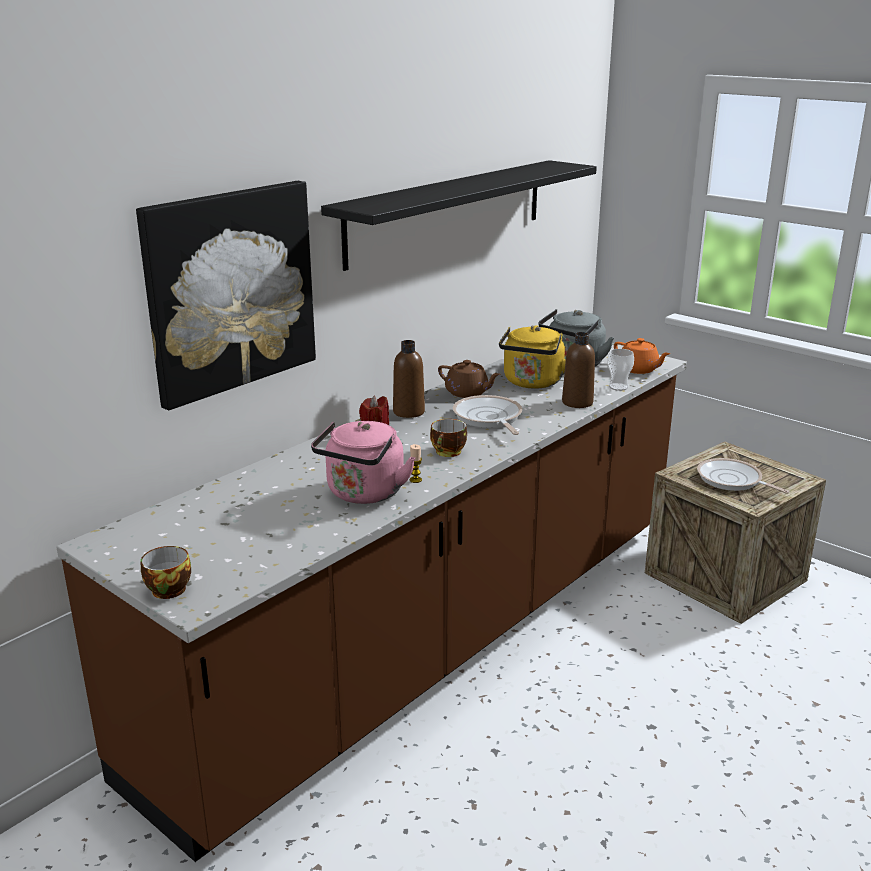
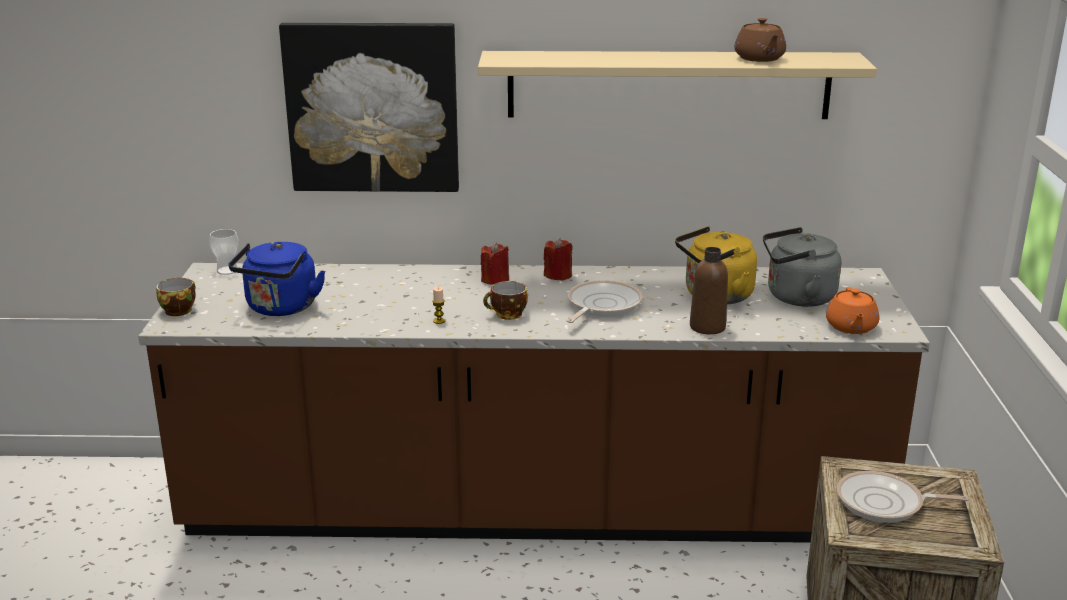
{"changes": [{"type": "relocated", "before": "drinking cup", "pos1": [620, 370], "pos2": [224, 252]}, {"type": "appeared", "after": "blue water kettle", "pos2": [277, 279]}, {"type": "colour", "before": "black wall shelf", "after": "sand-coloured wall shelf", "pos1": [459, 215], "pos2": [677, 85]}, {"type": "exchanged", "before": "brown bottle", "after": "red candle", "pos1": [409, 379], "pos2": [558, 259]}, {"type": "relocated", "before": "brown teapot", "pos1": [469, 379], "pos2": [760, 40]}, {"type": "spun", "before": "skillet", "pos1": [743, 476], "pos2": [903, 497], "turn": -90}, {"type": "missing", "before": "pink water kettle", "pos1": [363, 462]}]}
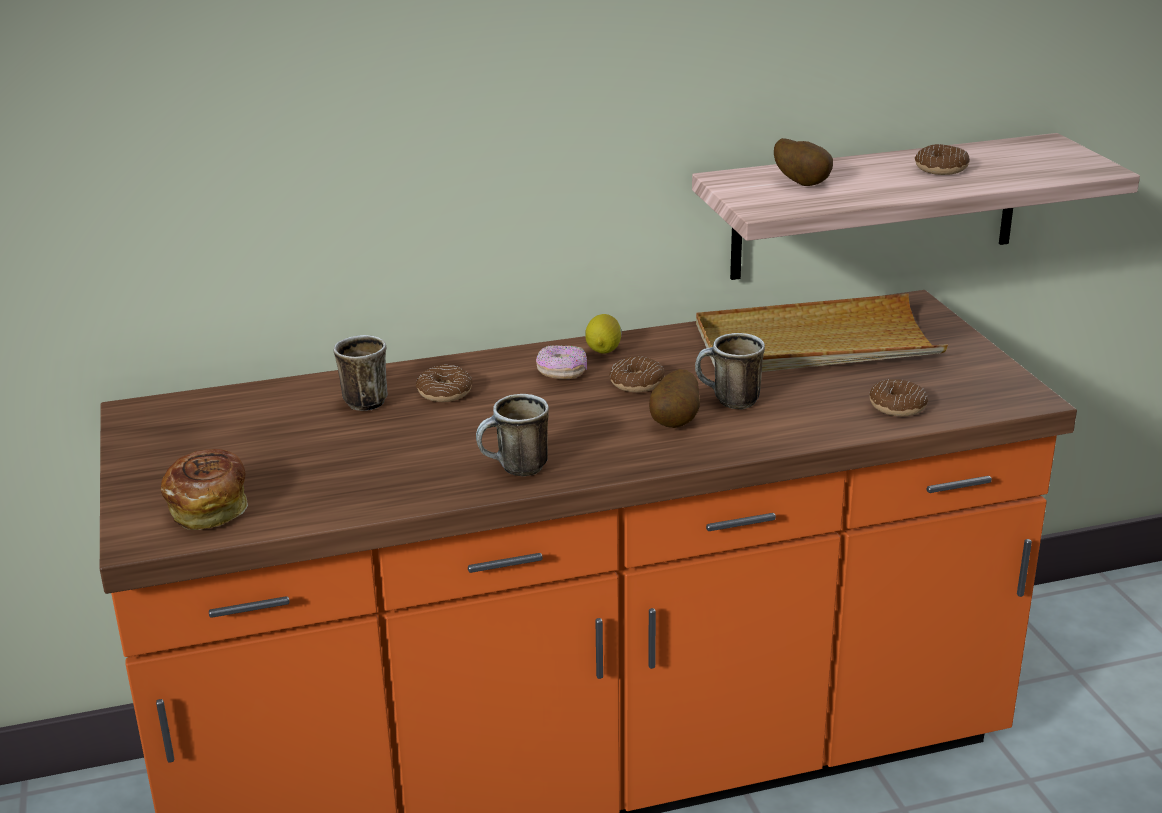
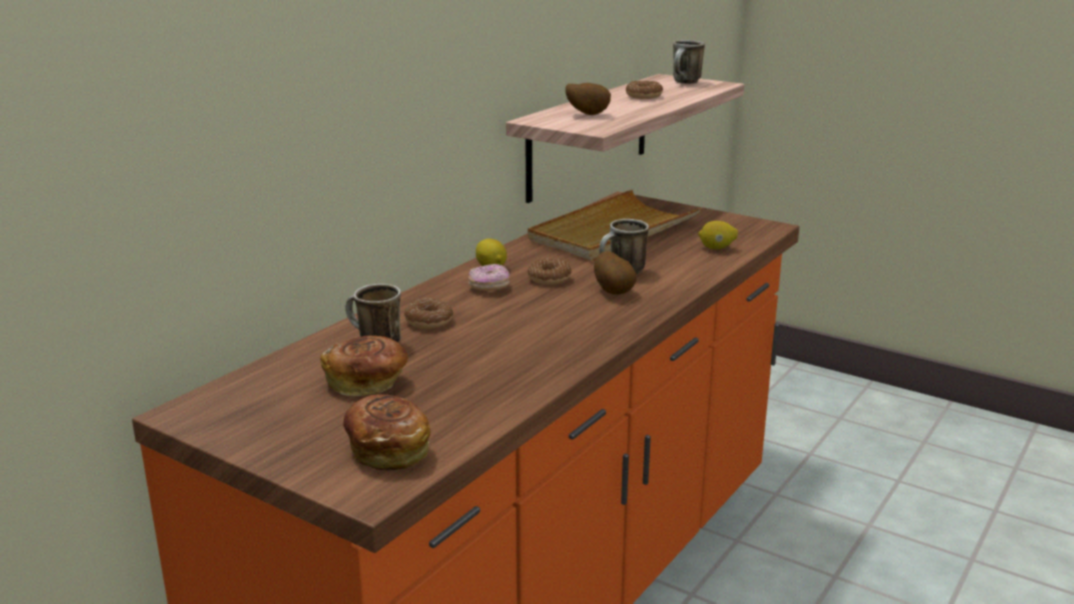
{"changes": [{"type": "appeared", "after": "bakery bread", "pos2": [364, 365]}, {"type": "relocated", "before": "mug", "pos1": [512, 435], "pos2": [689, 62]}, {"type": "exchanged", "before": "ring doughnut", "after": "whole lemon", "pos1": [898, 397], "pos2": [718, 235]}]}
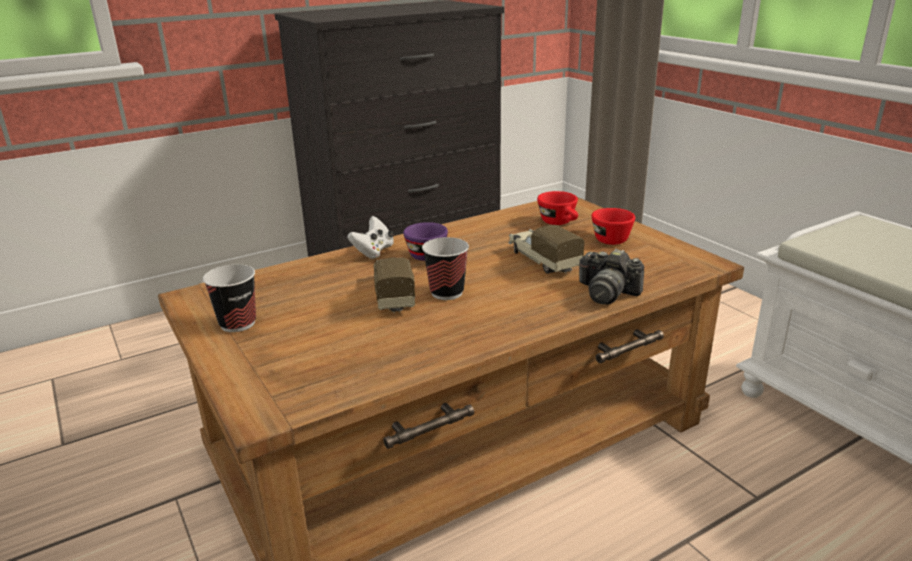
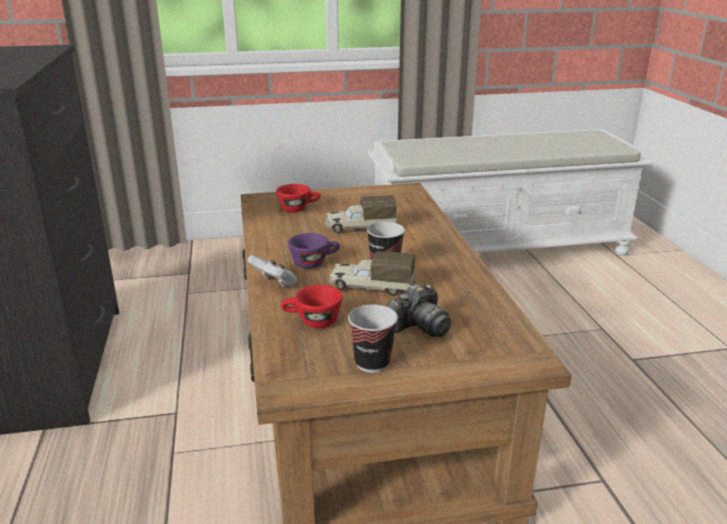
{"changes": [{"type": "relocated", "before": "red drinking cup", "pos1": [613, 226], "pos2": [312, 306]}, {"type": "relocated", "before": "photo camera", "pos1": [611, 276], "pos2": [418, 310]}]}
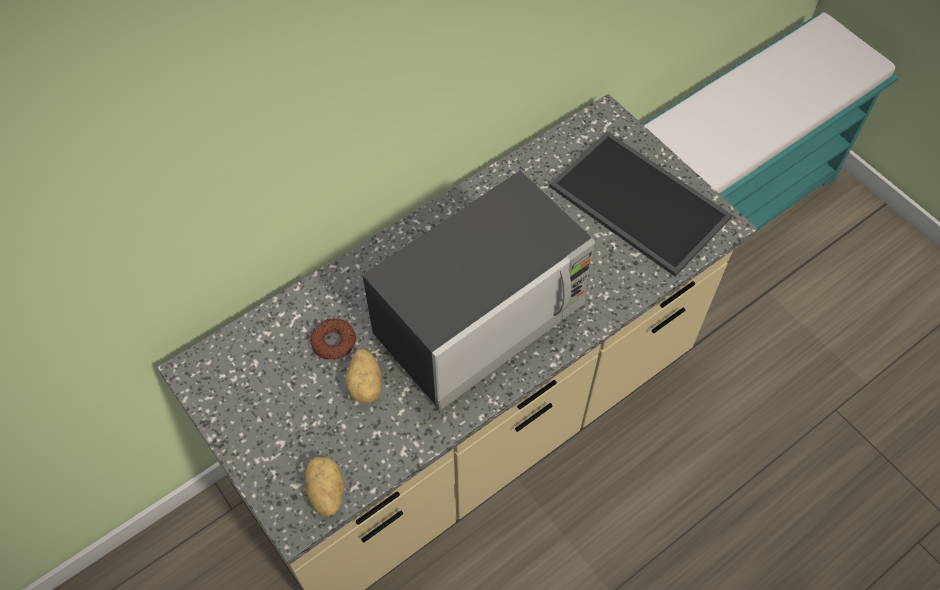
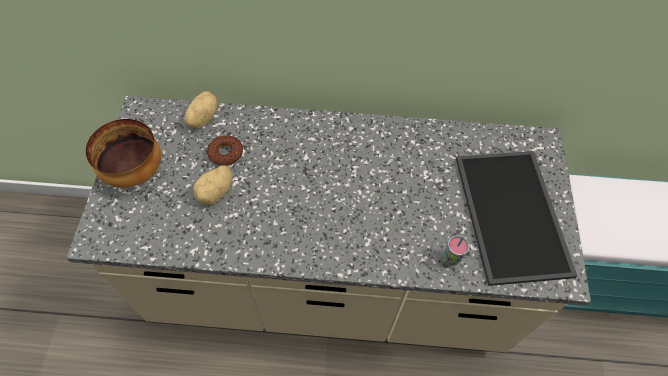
{"changes": [{"type": "appeared", "after": "serving bowl", "pos2": [123, 153]}, {"type": "relocated", "before": "potato", "pos1": [324, 487], "pos2": [201, 110]}, {"type": "appeared", "after": "drinking cup", "pos2": [456, 250]}, {"type": "missing", "before": "microwave oven", "pos1": [478, 290]}]}
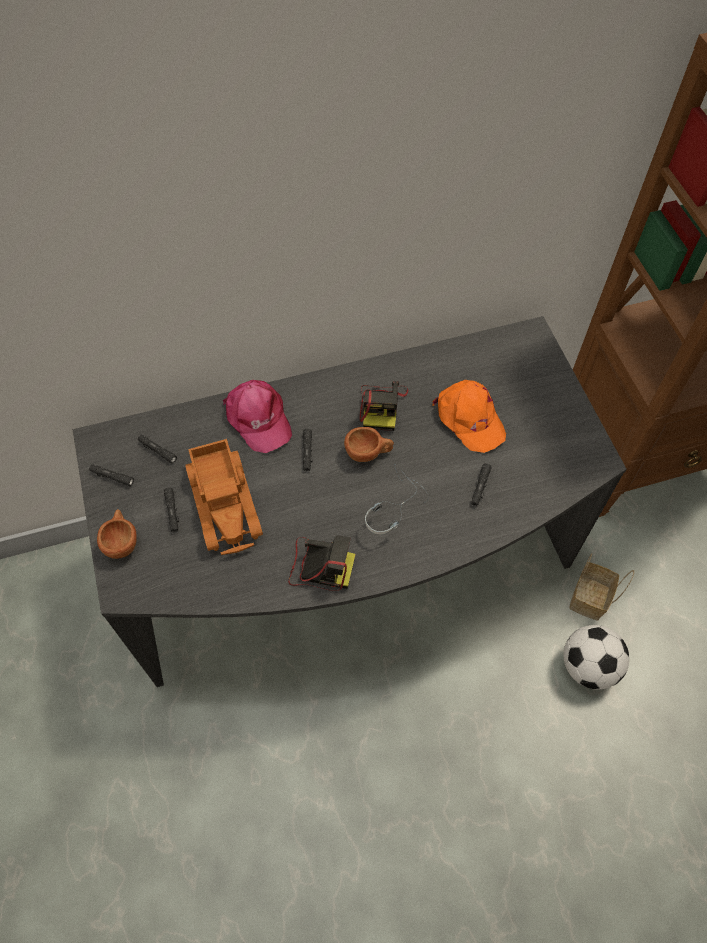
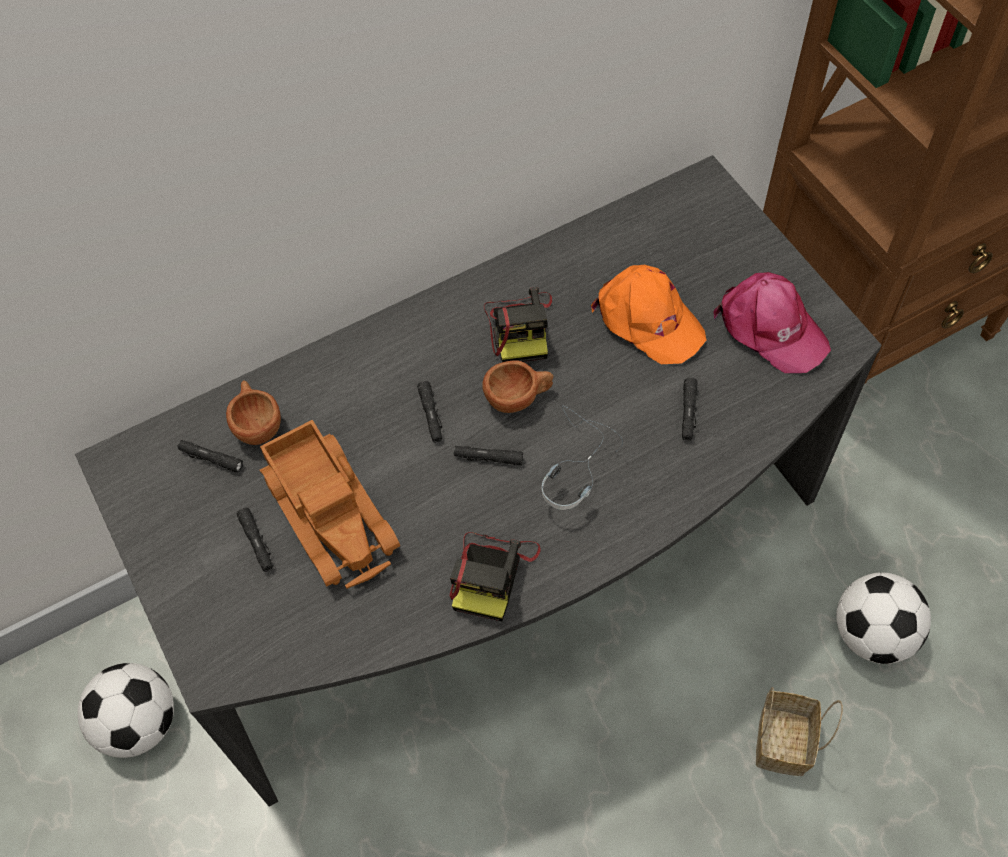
{"changes": [{"type": "appeared", "after": "football ball", "pos2": [126, 710]}, {"type": "relocated", "before": "brown drinking cup", "pos1": [117, 534], "pos2": [253, 412]}, {"type": "spun", "before": "photo camera", "pos1": [321, 563], "pos2": [494, 576], "turn": 105}, {"type": "relocated", "before": "black flashlight", "pos1": [111, 475], "pos2": [488, 455]}, {"type": "relocated", "before": "pink cap", "pos1": [257, 416], "pos2": [772, 322]}, {"type": "relocated", "before": "basket", "pos1": [601, 587], "pos2": [799, 731]}]}
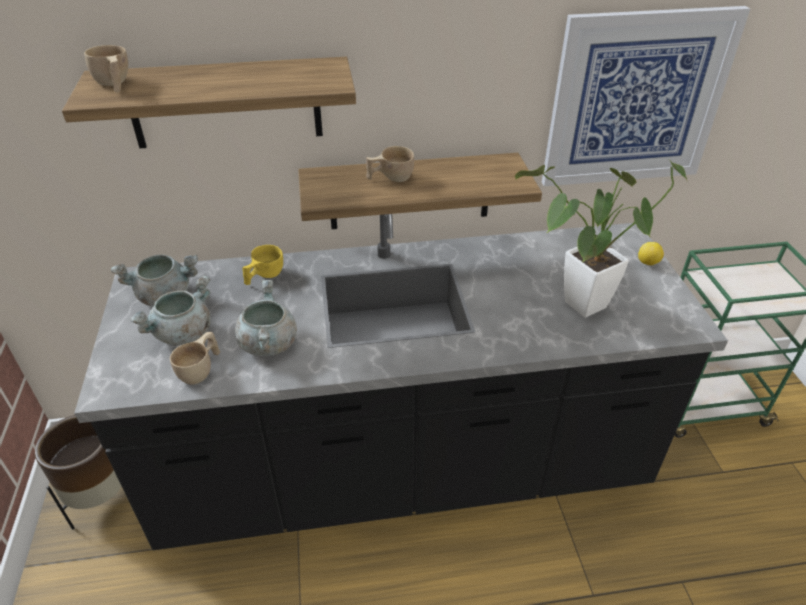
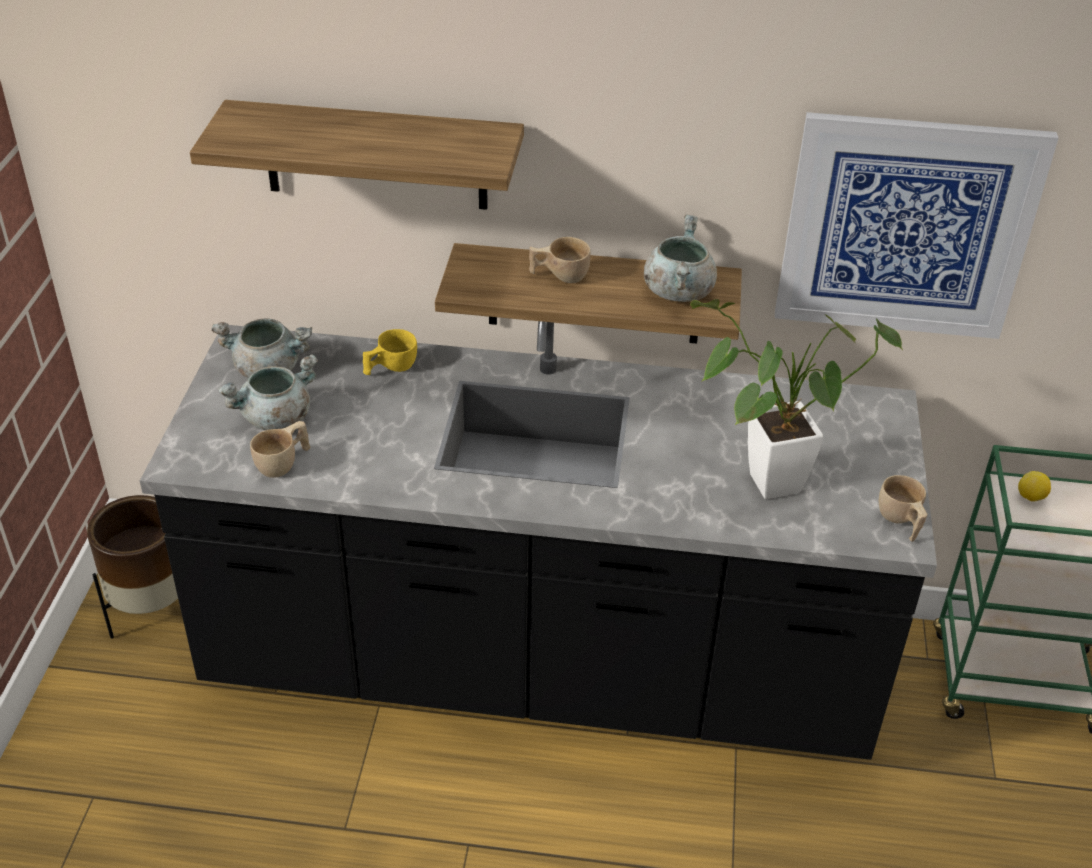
{"changes": [{"type": "relocated", "before": "greyish saucepot", "pos1": [266, 318], "pos2": [680, 258]}, {"type": "relocated", "before": "sand-coloured drinking cup", "pos1": [106, 68], "pos2": [903, 508]}, {"type": "relocated", "before": "whole lemon", "pos1": [651, 253], "pos2": [1034, 486]}]}
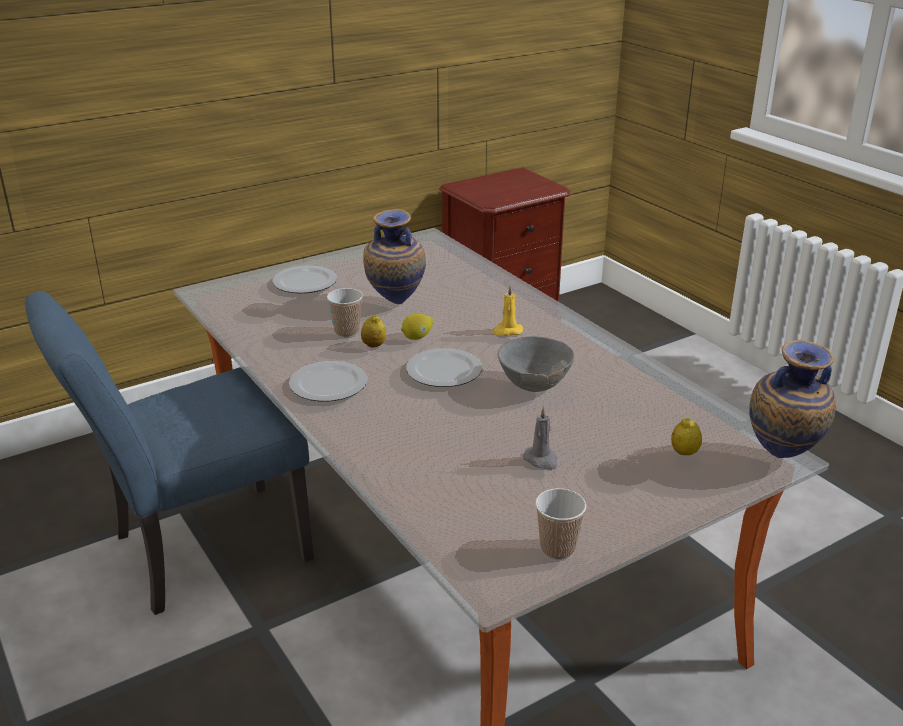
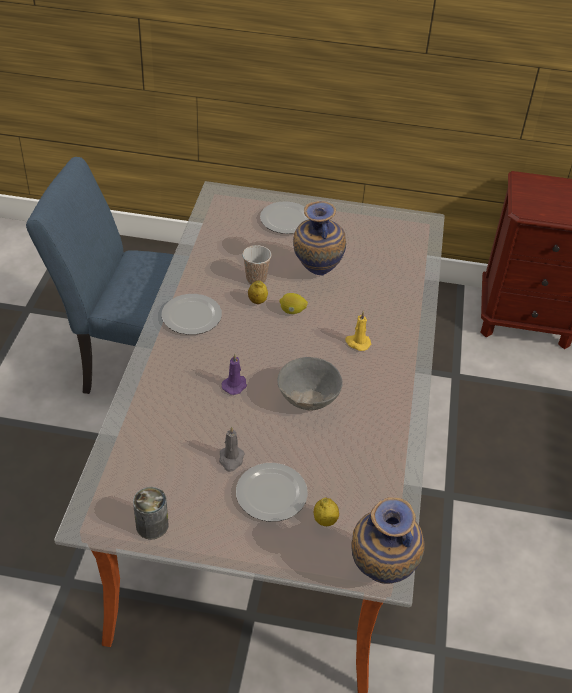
{"changes": [{"type": "exchanged", "before": "drinking cup", "after": "sealed can", "pos1": [561, 524], "pos2": [151, 513]}, {"type": "appeared", "after": "purple-coloured candle", "pos2": [234, 374]}, {"type": "relocated", "before": "dinner plate", "pos1": [444, 367], "pos2": [272, 492]}]}
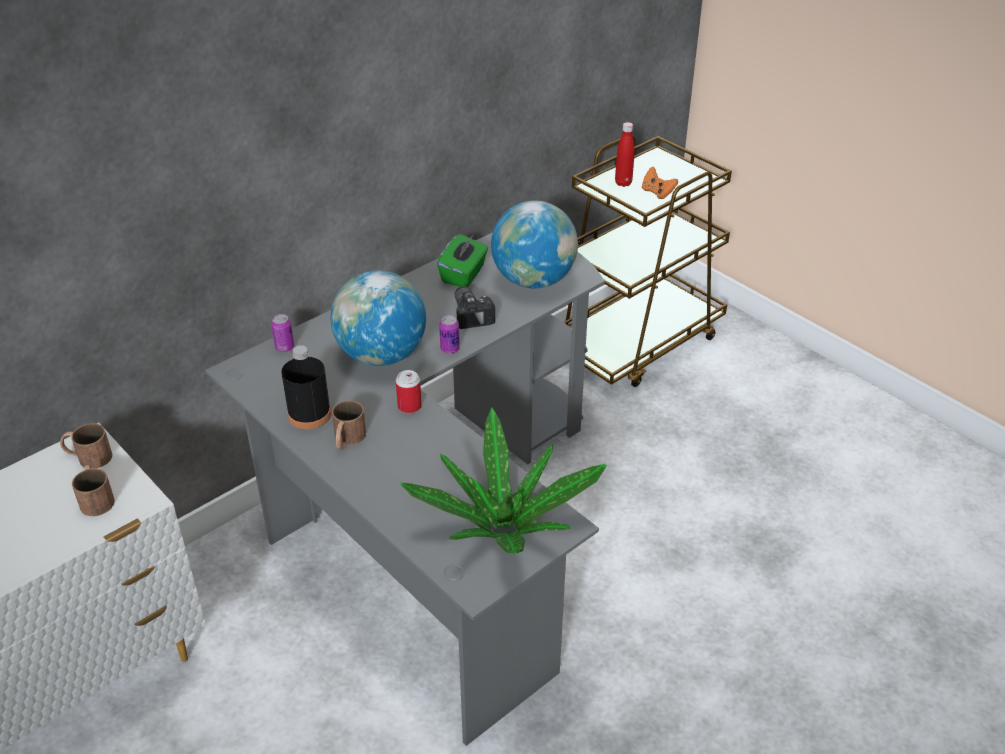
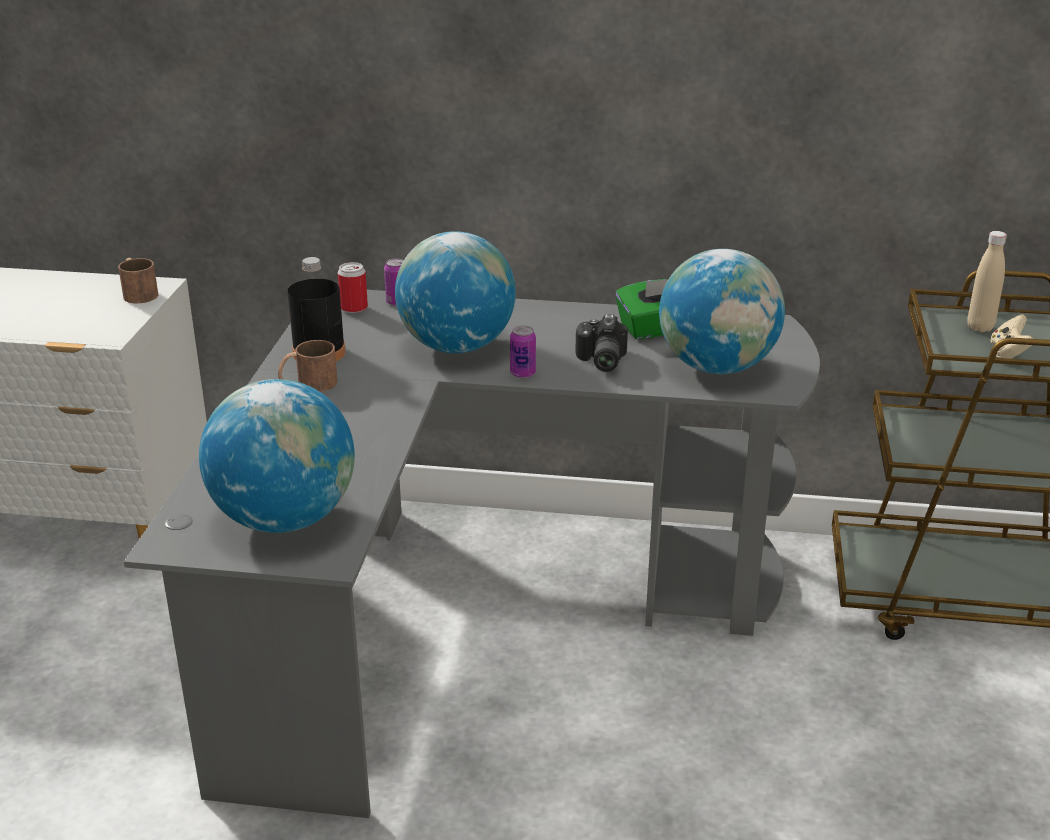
{"changes": [{"type": "exchanged", "before": "plant in a pot", "after": "globe", "pos1": [503, 480], "pos2": [277, 456]}, {"type": "relocated", "before": "sealed can", "pos1": [409, 391], "pos2": [353, 287]}, {"type": "spun", "before": "photo camera", "pos1": [475, 307], "pos2": [601, 343], "turn": 150}, {"type": "colour", "before": "red bottle", "after": "sand-coloured bottle", "pos1": [625, 154], "pos2": [987, 281]}, {"type": "colour", "before": "orange-coloured joypad", "after": "sand-coloured joypad", "pos1": [660, 183], "pos2": [1012, 336]}, {"type": "missing", "before": "brown mug", "pos1": [93, 490]}]}
